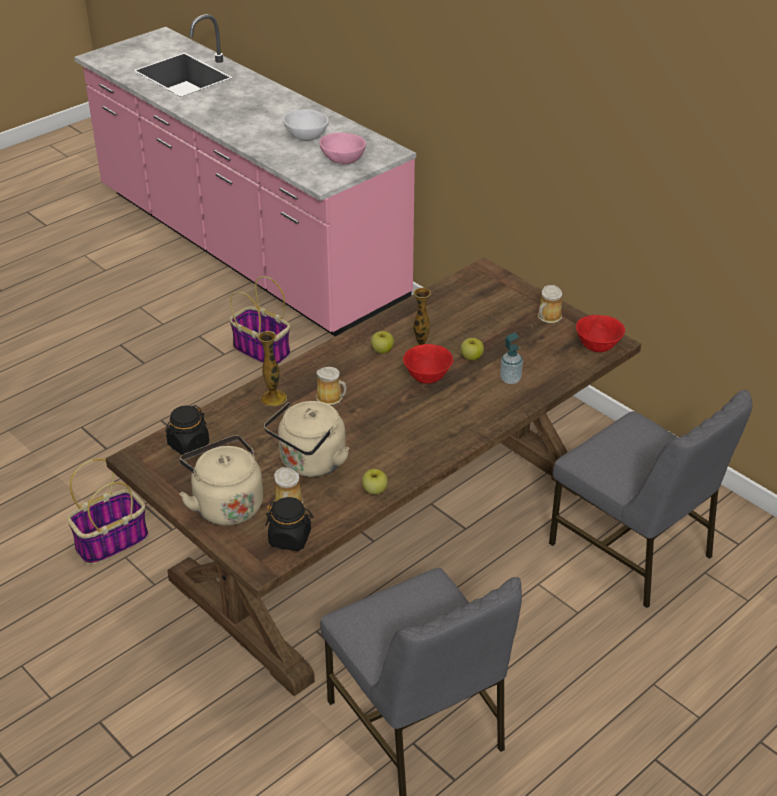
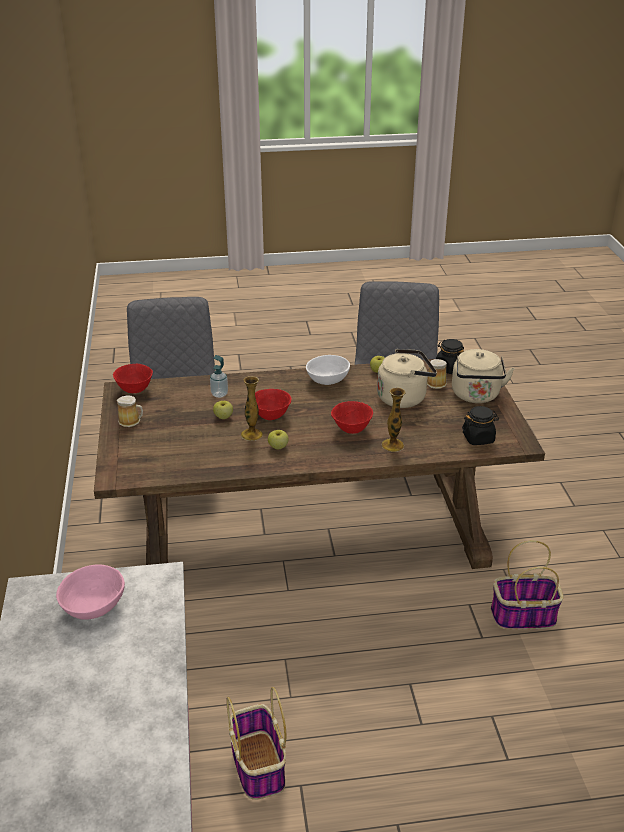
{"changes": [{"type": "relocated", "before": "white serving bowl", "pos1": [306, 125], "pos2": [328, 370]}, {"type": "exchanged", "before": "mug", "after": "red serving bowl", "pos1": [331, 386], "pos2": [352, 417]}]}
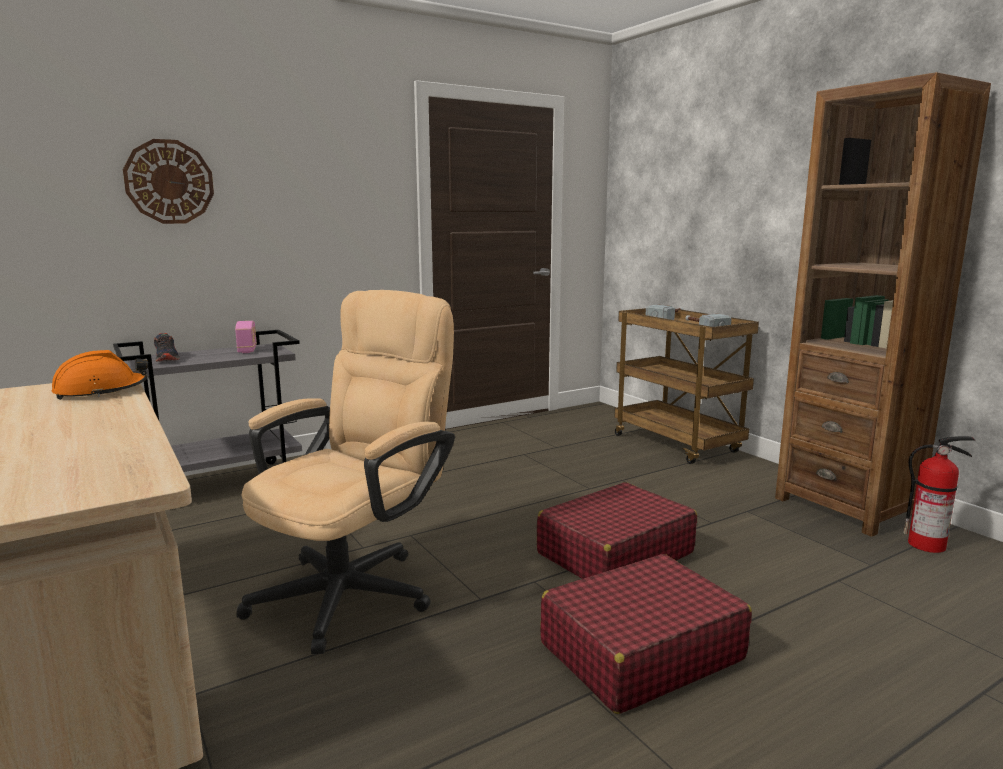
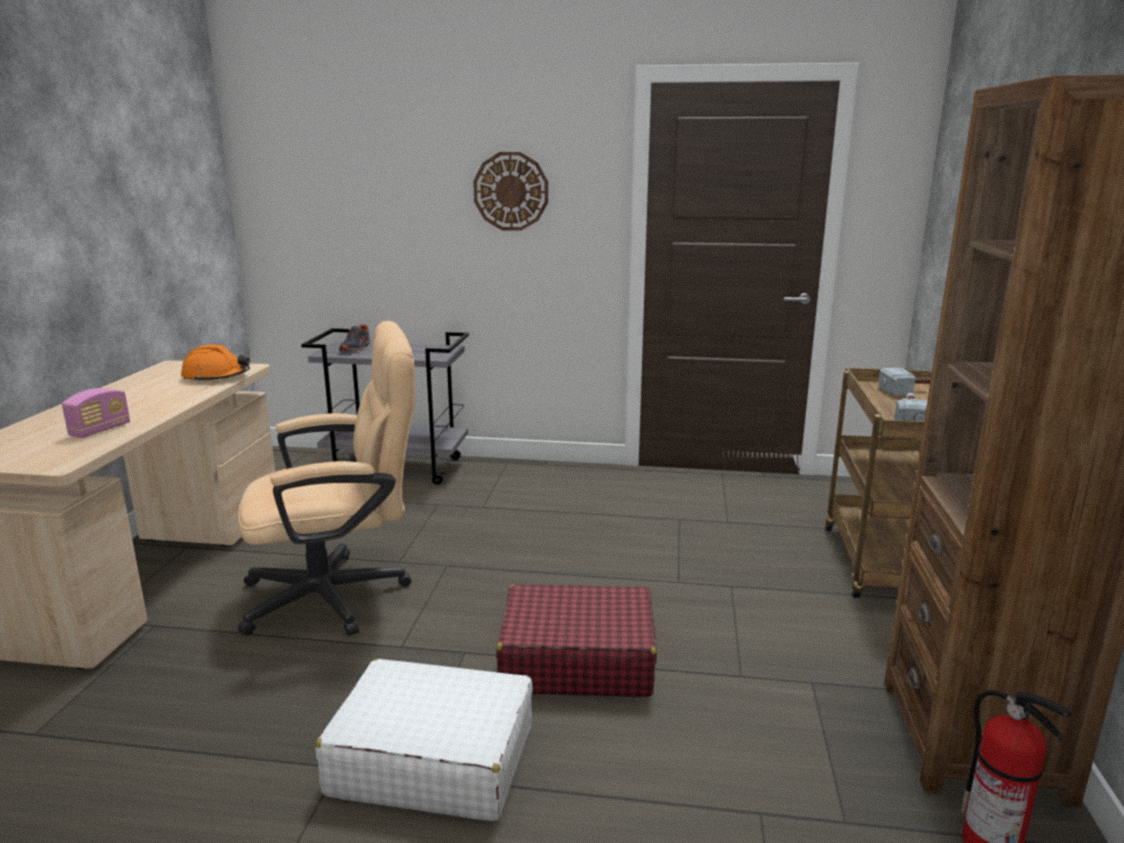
{"changes": [{"type": "relocated", "before": "radio", "pos1": [246, 337], "pos2": [96, 413]}, {"type": "colour", "before": "red suitcase", "after": "white suitcase", "pos1": [646, 634], "pos2": [424, 740]}, {"type": "relocated", "before": "wall clock", "pos1": [168, 181], "pos2": [510, 191]}]}
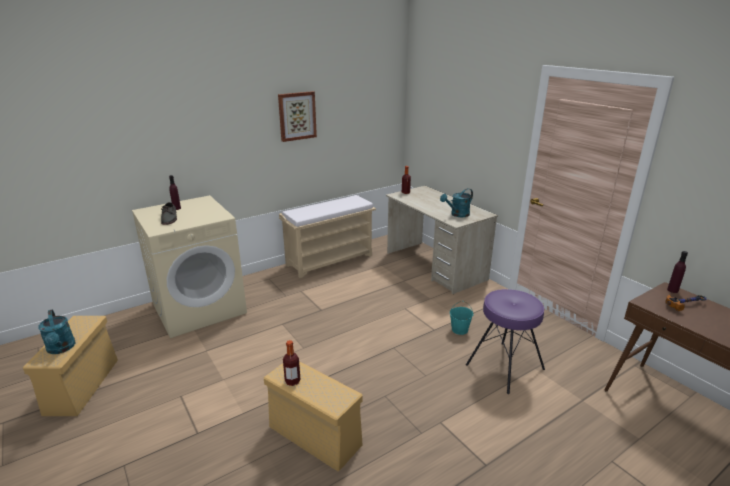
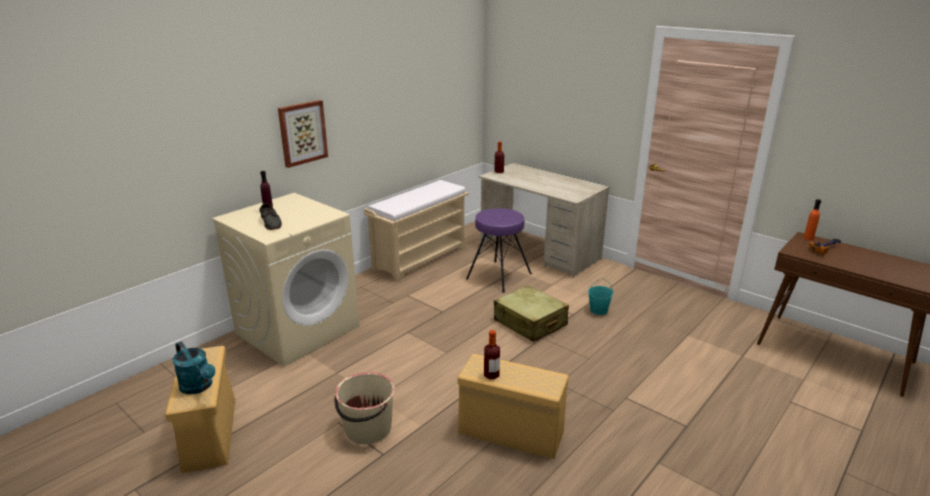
{"changes": [{"type": "relocated", "before": "wall art", "pos1": [297, 116], "pos2": [303, 134]}, {"type": "appeared", "after": "sand-coloured pail", "pos2": [365, 408]}, {"type": "relocated", "before": "purple-coloured stool seat", "pos1": [505, 341], "pos2": [499, 250]}, {"type": "appeared", "after": "sand-coloured suitcase", "pos2": [531, 313]}, {"type": "colour", "before": "purple-coloured bottle", "after": "orange-coloured bottle", "pos1": [677, 272], "pos2": [812, 219]}, {"type": "missing", "before": "turquoise-coloured watering can", "pos1": [456, 202]}]}
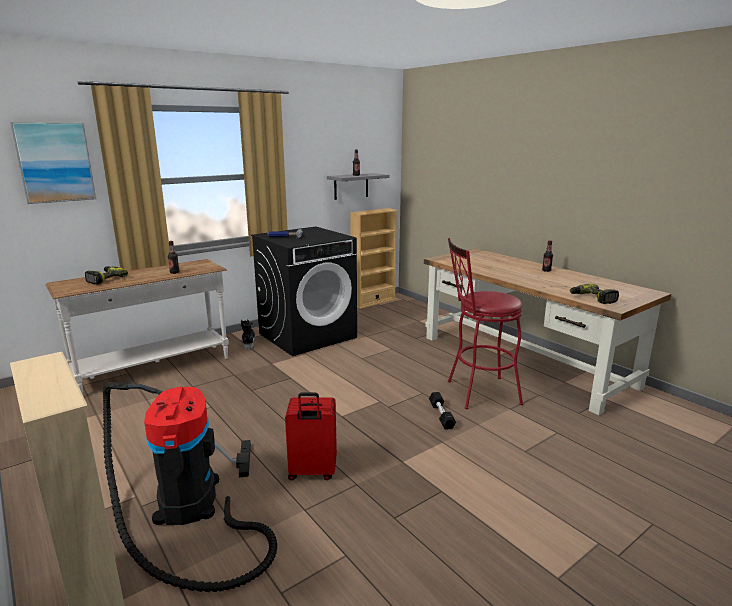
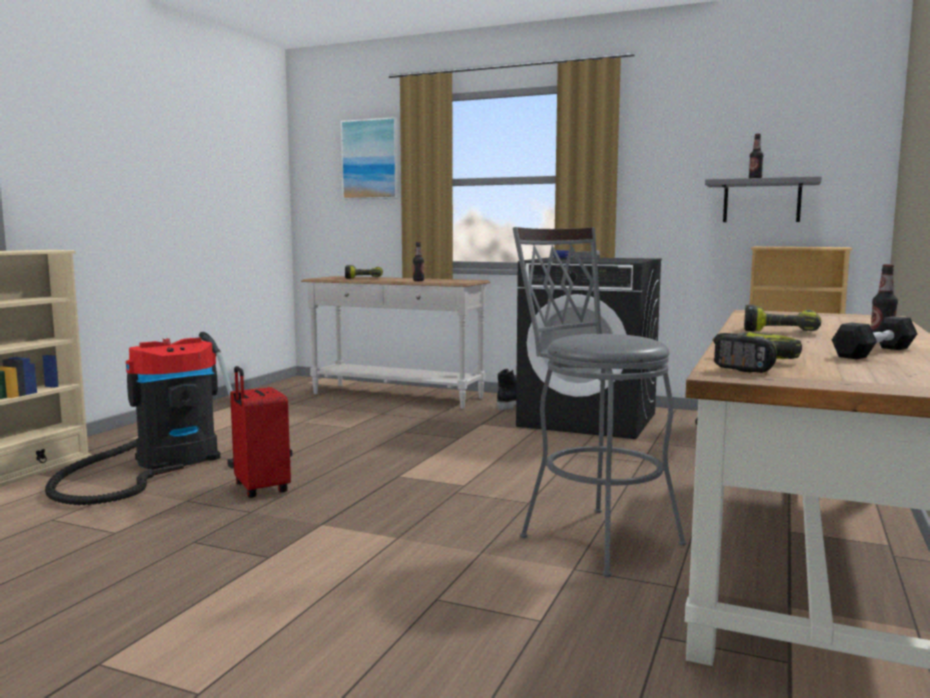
{"changes": [{"type": "colour", "before": "red stool seat", "after": "greyish stool seat", "pos1": [485, 323], "pos2": [599, 402]}, {"type": "appeared", "after": "electric drill", "pos2": [782, 318]}, {"type": "relocated", "before": "black hand weight", "pos1": [442, 411], "pos2": [874, 337]}]}
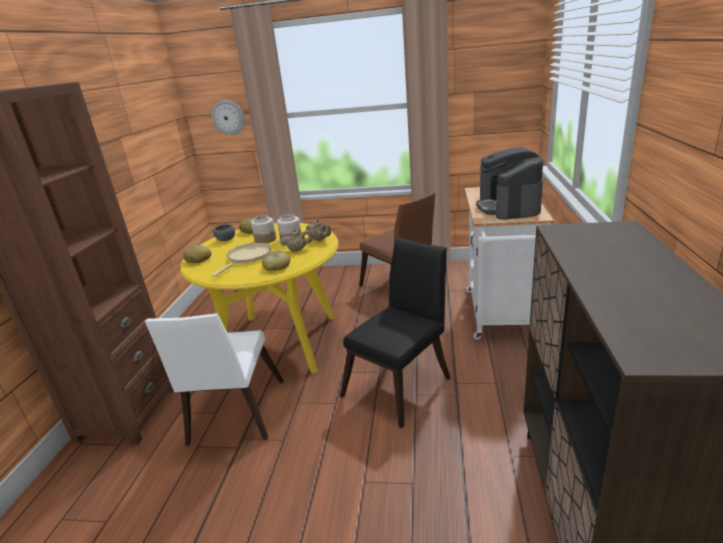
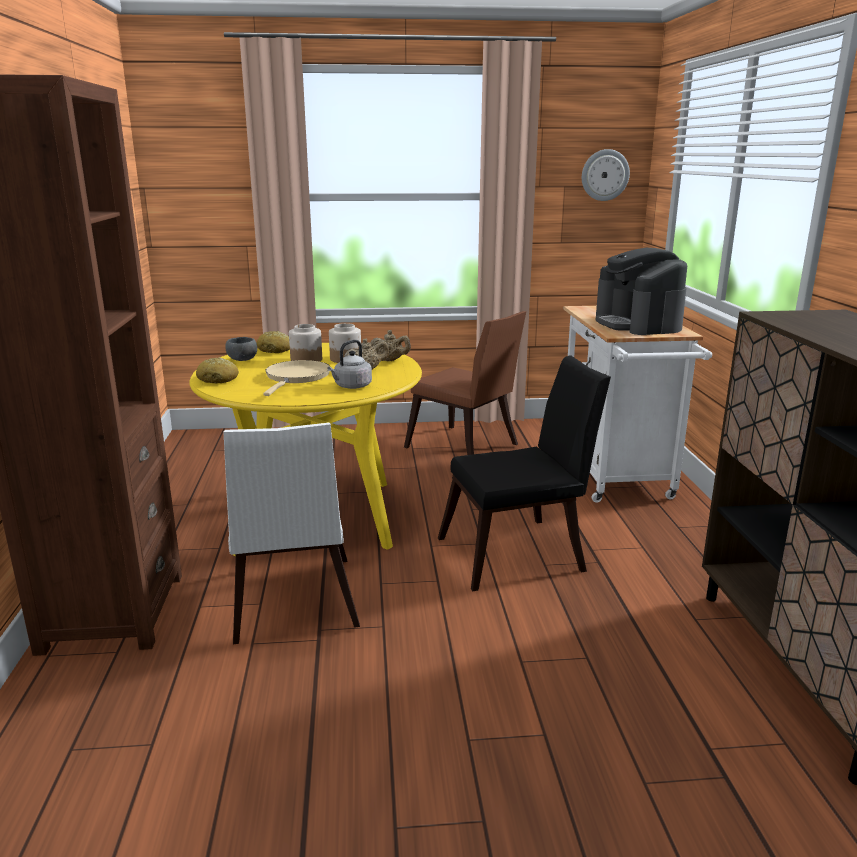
{"changes": [{"type": "exchanged", "before": "bakery bread", "after": "greyish water kettle", "pos1": [276, 260], "pos2": [350, 364]}, {"type": "spun", "before": "black upright chair", "pos1": [395, 332], "pos2": [524, 473], "turn": 45}, {"type": "relocated", "before": "wall clock", "pos1": [228, 117], "pos2": [606, 175]}]}
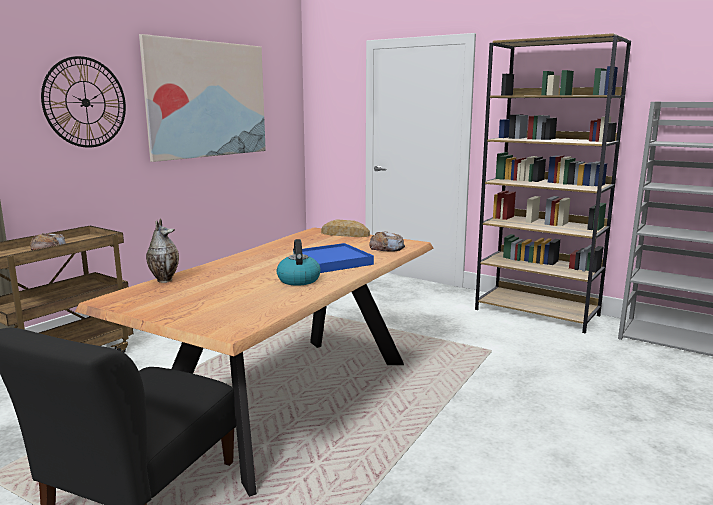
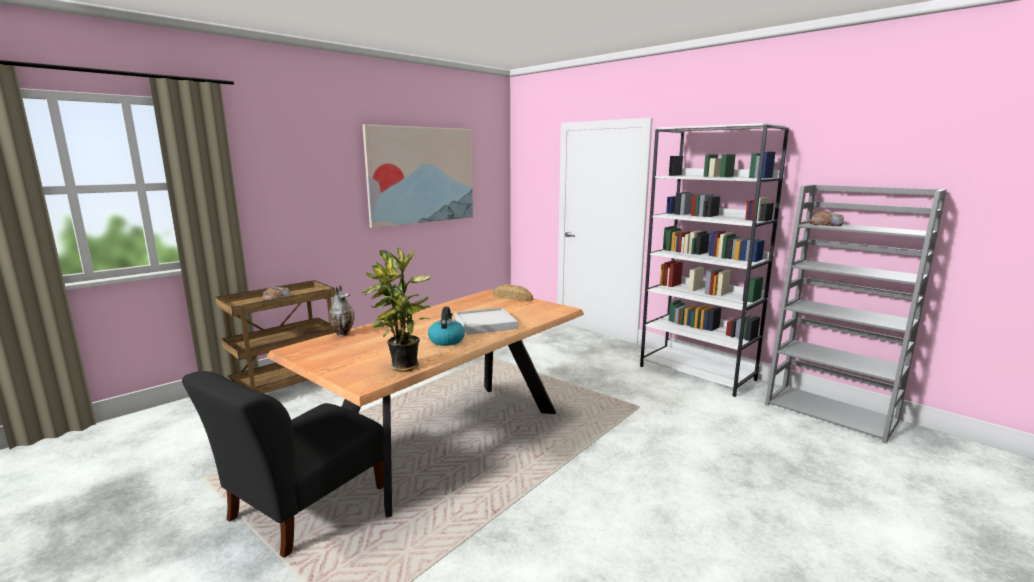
{"changes": [{"type": "appeared", "after": "plant in a pot", "pos2": [396, 309]}, {"type": "colour", "before": "blue serving tray", "after": "white serving tray", "pos1": [338, 258], "pos2": [486, 321]}, {"type": "colour", "before": "brown bookshelf", "after": "white bookshelf", "pos1": [553, 183], "pos2": [714, 260]}, {"type": "relocated", "before": "bakery bread", "pos1": [387, 241], "pos2": [826, 218]}, {"type": "missing", "before": "wall clock", "pos1": [83, 102]}]}
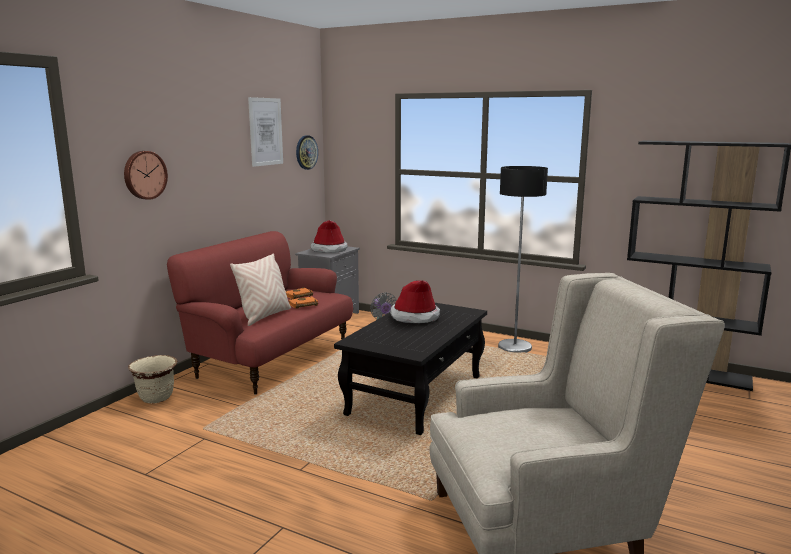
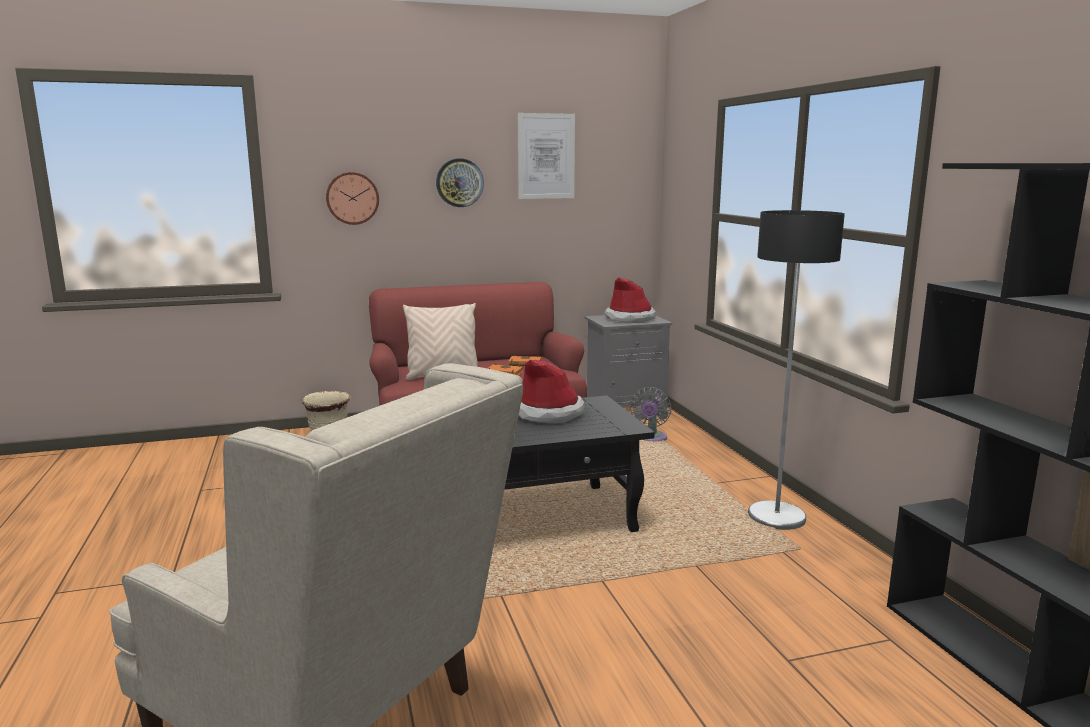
{"changes": [{"type": "relocated", "before": "wall clock", "pos1": [307, 152], "pos2": [460, 182]}]}
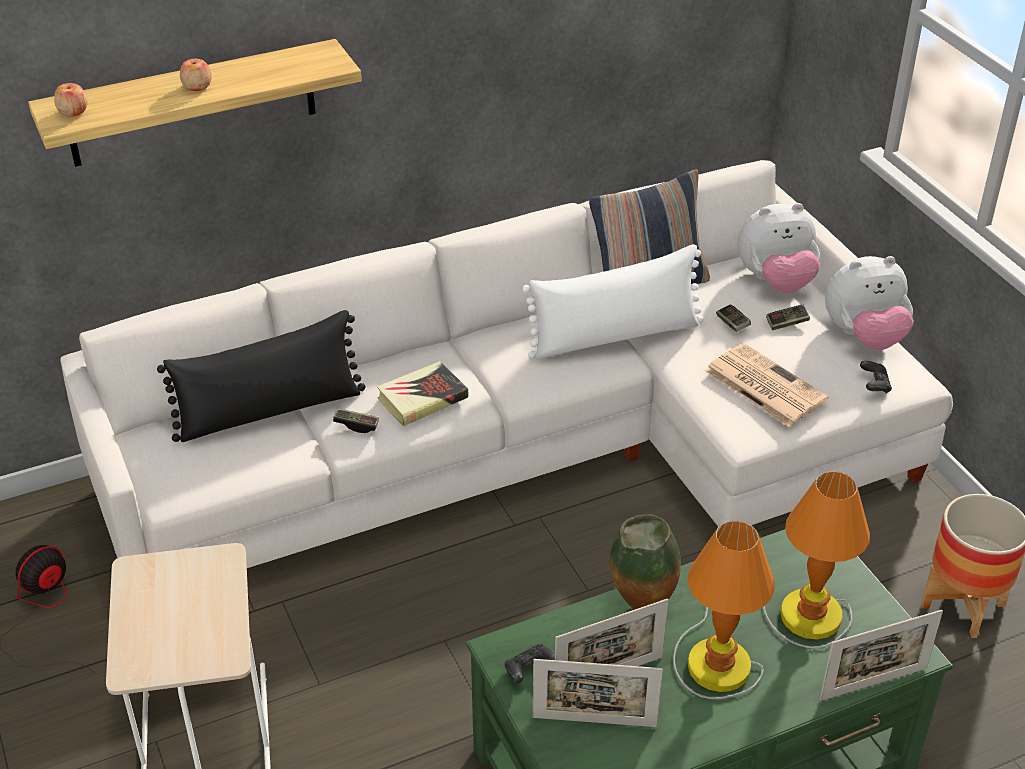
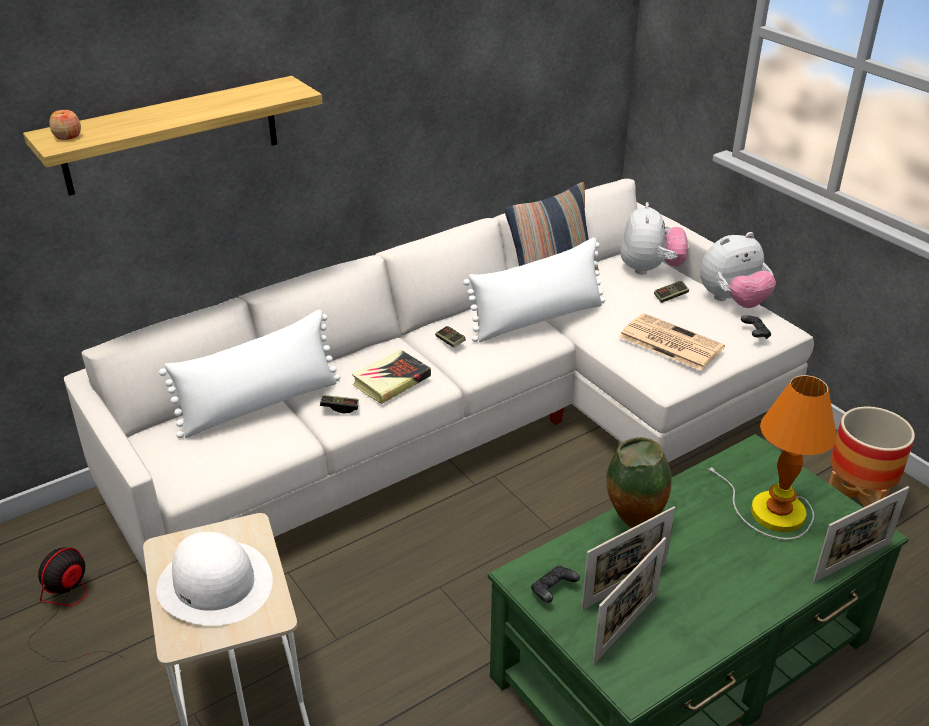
{"changes": [{"type": "appeared", "after": "white hat", "pos2": [214, 579]}, {"type": "colour", "before": "black pillow", "after": "white pillow", "pos1": [261, 376], "pos2": [249, 374]}, {"type": "relocated", "before": "joypad", "pos1": [733, 318], "pos2": [450, 337]}, {"type": "spun", "before": "standing frame", "pos1": [598, 693], "pos2": [629, 600], "turn": -45}, {"type": "spun", "before": "soft toy", "pos1": [779, 248], "pos2": [654, 238], "turn": -60}, {"type": "missing", "before": "apple", "pos1": [195, 75]}, {"type": "missing", "before": "table lamp", "pos1": [724, 609]}]}
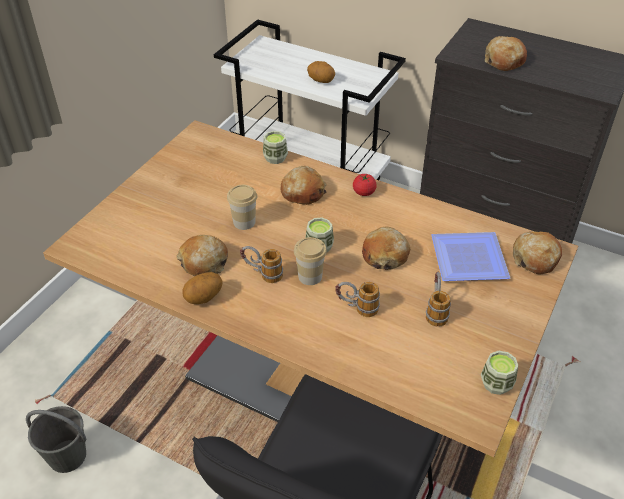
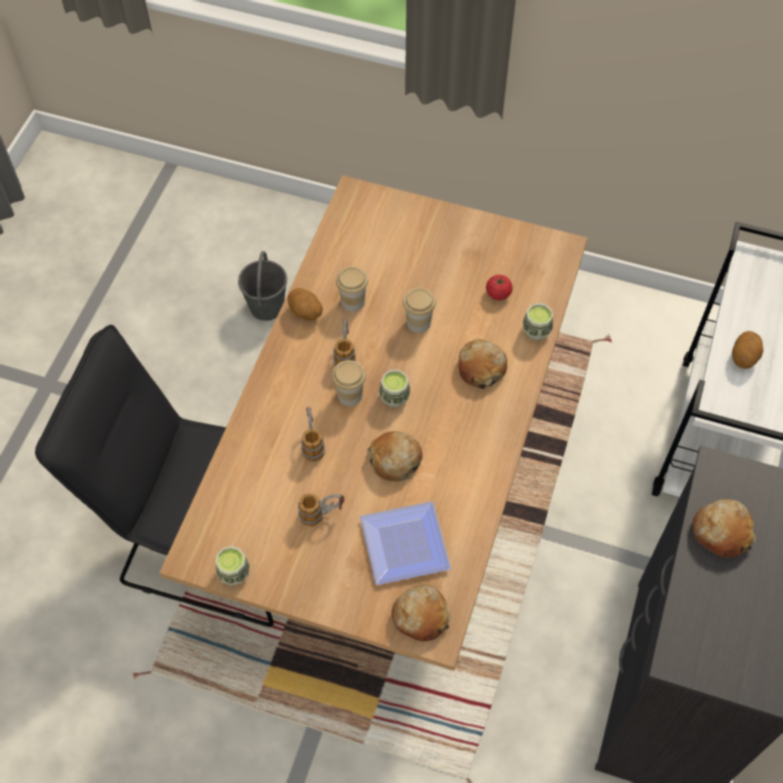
{"changes": [{"type": "exchanged", "before": "bakery bread", "after": "drinking cup", "pos1": [202, 255], "pos2": [352, 289]}, {"type": "relocated", "before": "fresh tomato", "pos1": [365, 185], "pos2": [499, 287]}]}
